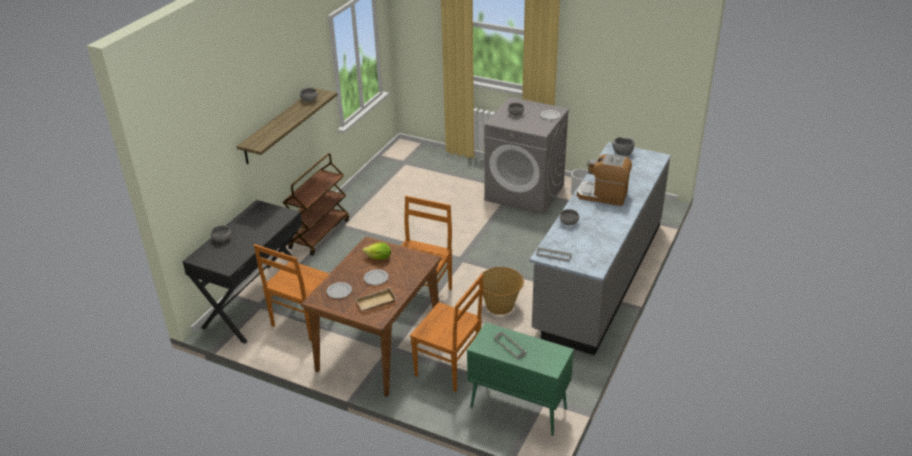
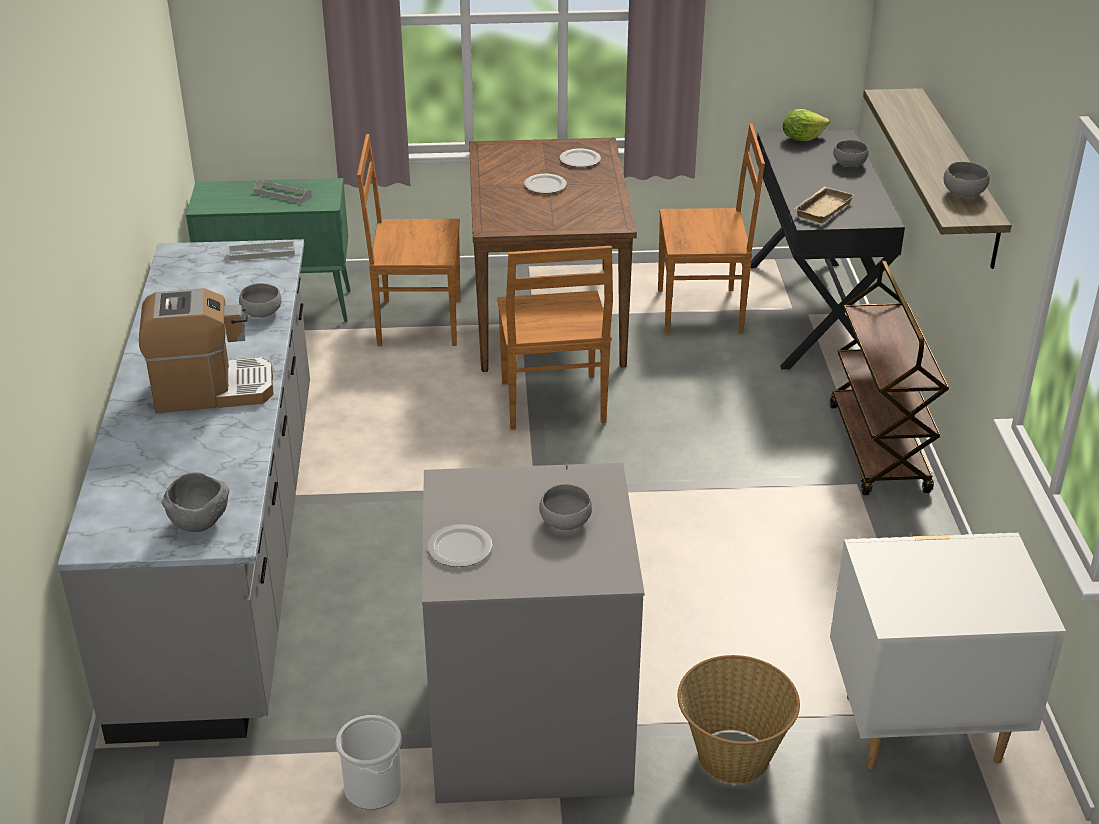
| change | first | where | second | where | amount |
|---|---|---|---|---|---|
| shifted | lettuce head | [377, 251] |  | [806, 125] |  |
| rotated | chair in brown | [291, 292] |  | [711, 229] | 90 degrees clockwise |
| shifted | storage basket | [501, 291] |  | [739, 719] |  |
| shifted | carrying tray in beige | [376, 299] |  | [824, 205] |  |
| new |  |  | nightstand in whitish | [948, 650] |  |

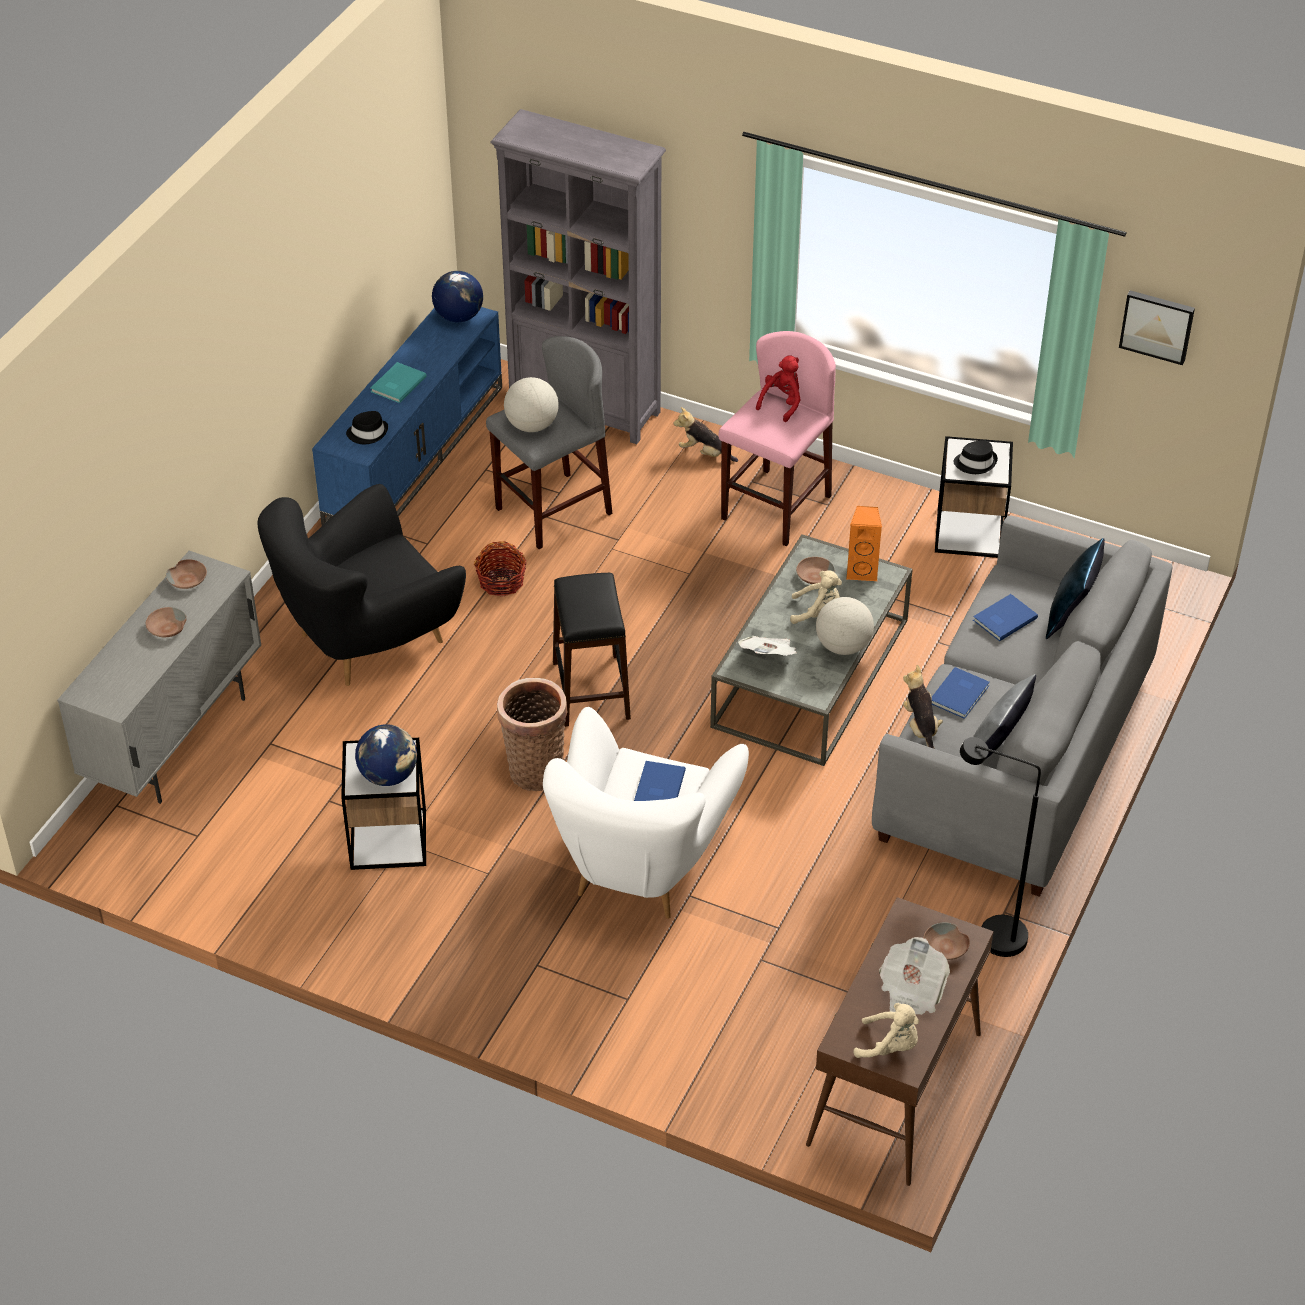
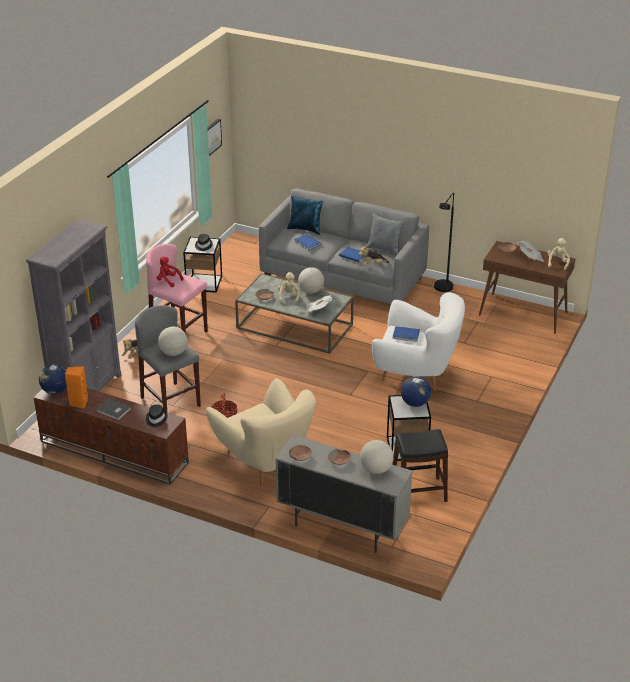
| change | first | where | second | where | amount |
|---|---|---|---|---|---|
| repainted | media console in bluish | [407, 416] | media console in brown | [111, 436] |  |
| repainted | bound book in blue-green | [399, 382] | bound book in greyish | [114, 409] |  |
| repainted | lounge chair in blackish | [362, 585] | lounge chair in beige | [261, 432] |  |
| shifted | speaker in orange-coloured | [864, 543] |  | [76, 387] |  |
| shifted | stool in blackish | [592, 650] |  | [420, 465] |  |
| gone | storage basket | [532, 734] |  |  |  |
| new |  |  | desk globe | [377, 457] |  |

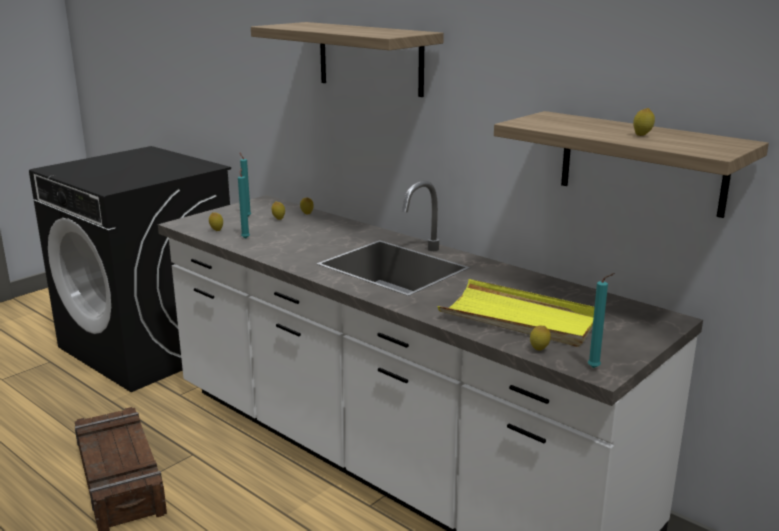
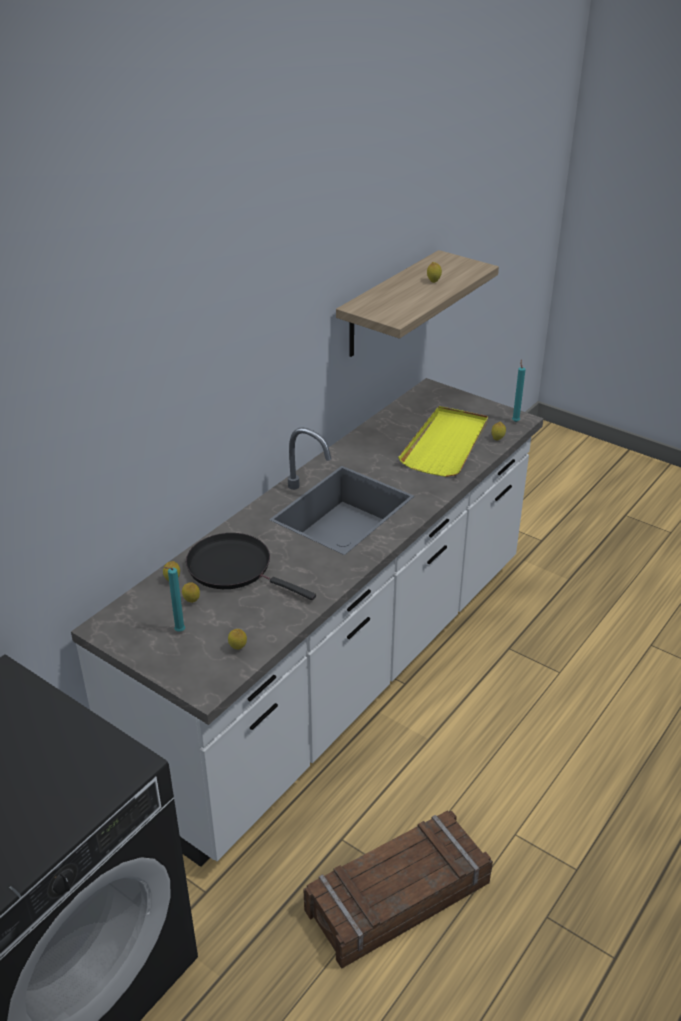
| change | first | where | second | where | amount |
|---|---|---|---|---|---|
| gone | bracket shelf | [347, 59] |  |  |  |
| gone | wax candle in blue-green | [244, 203] |  |  |  |
| new |  |  | skillet in blackish | [251, 566] |  |

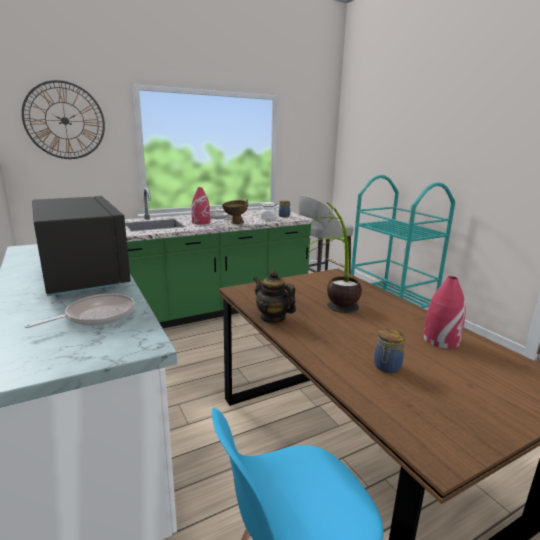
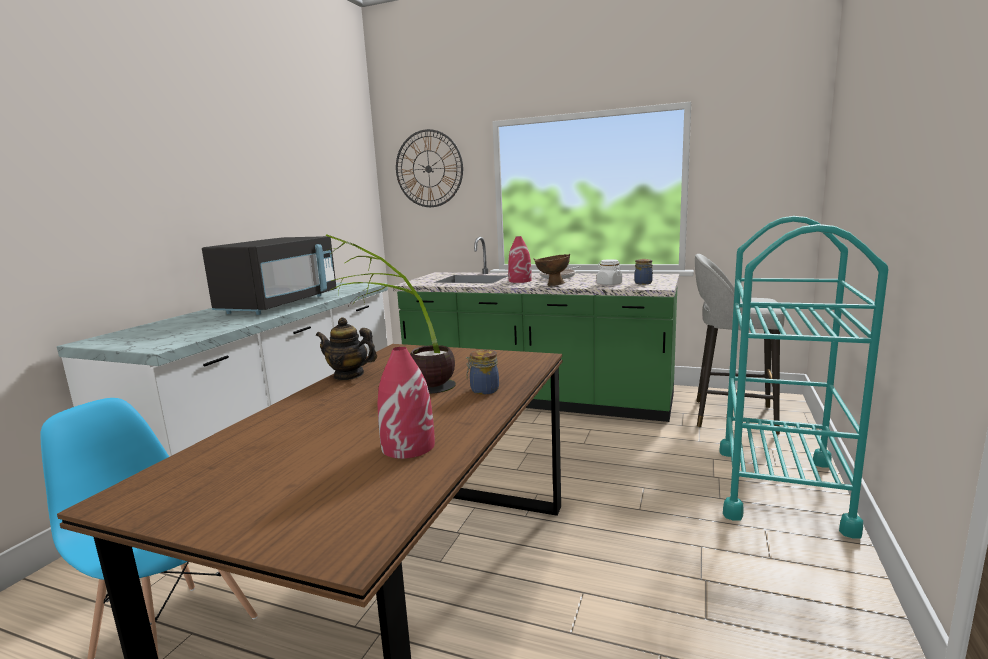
| change | first | where | second | where | amount |
|---|---|---|---|---|---|
| rotated | tea pot | [274, 297] |  | [346, 348] | 75 degrees counterclockwise |
| gone | skillet | [80, 311] |  |  |  |
| shifted | storage jar | [389, 350] |  | [482, 372] |  |

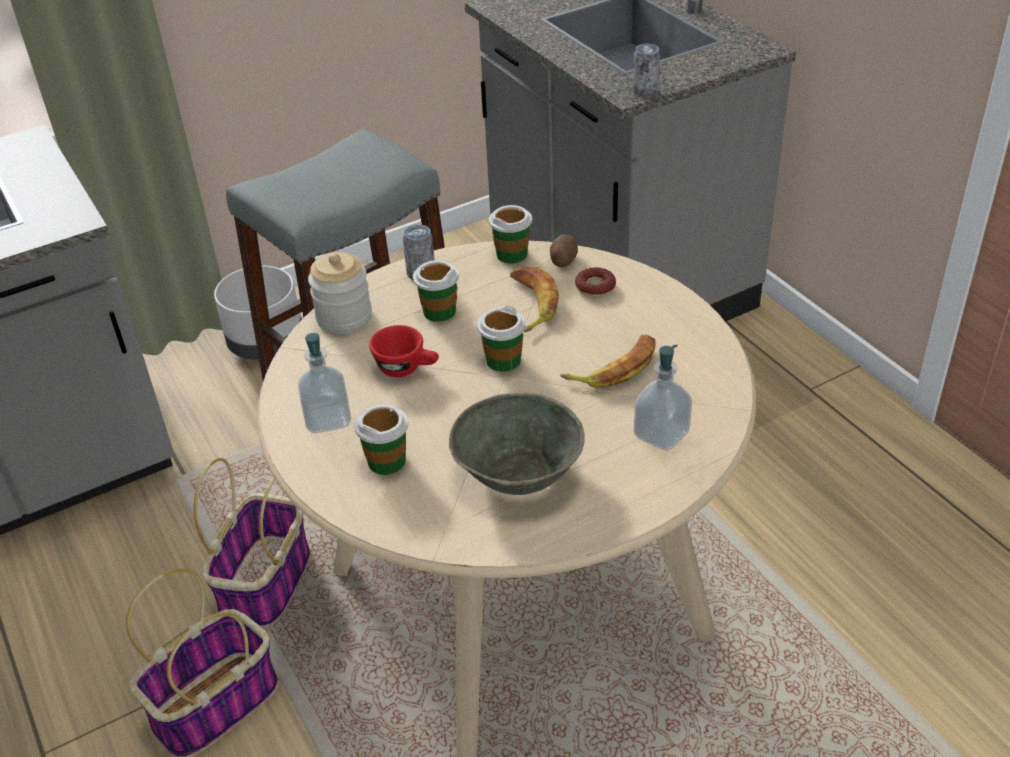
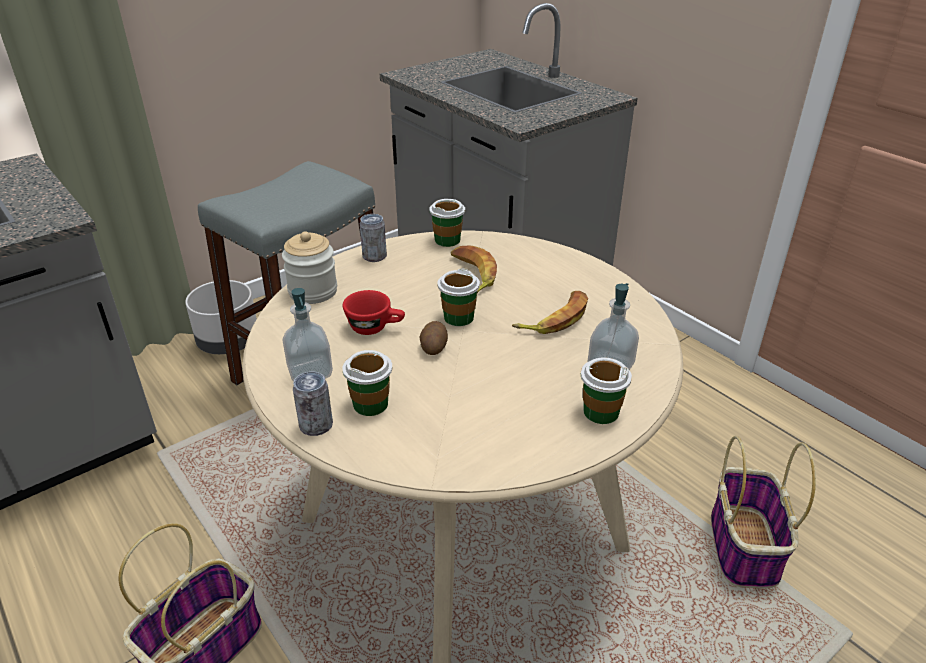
| change | first | where | second | where | amount |
|---|---|---|---|---|---|
| shifted | metal can | [646, 70] |  | [313, 404] |  |
| shifted | spud | [564, 250] |  | [433, 338] |  |
| shifted | drinking cup | [436, 291] |  | [606, 390] |  |
| gone | donut | [595, 282] |  |  |  |
| gone | bowl in greyish | [517, 444] |  |  |  |
| shifted | storage basket | [251, 543] |  | [763, 512] |  |

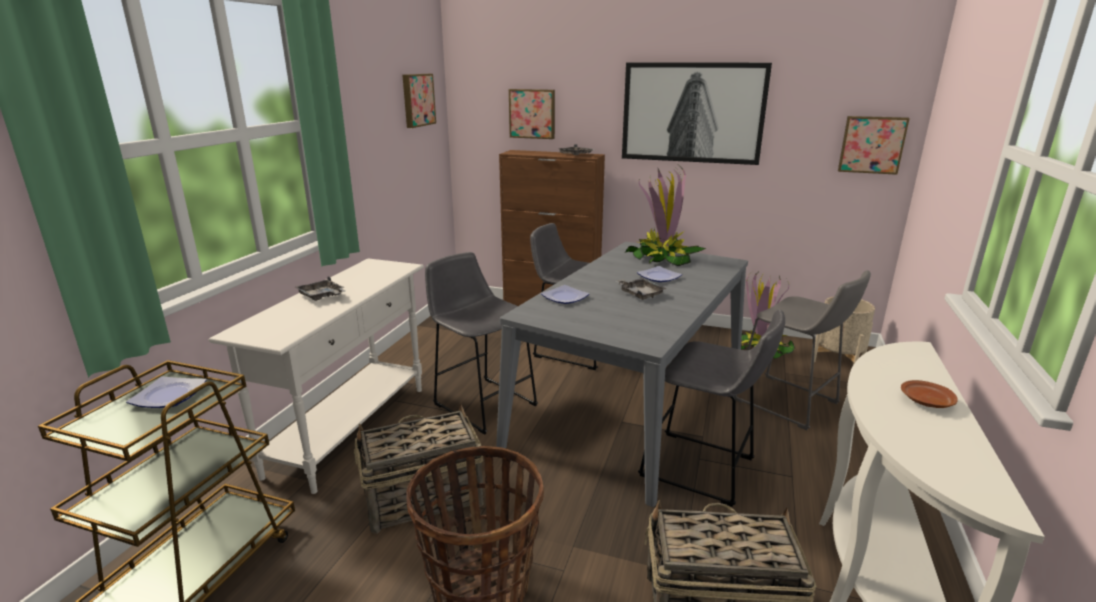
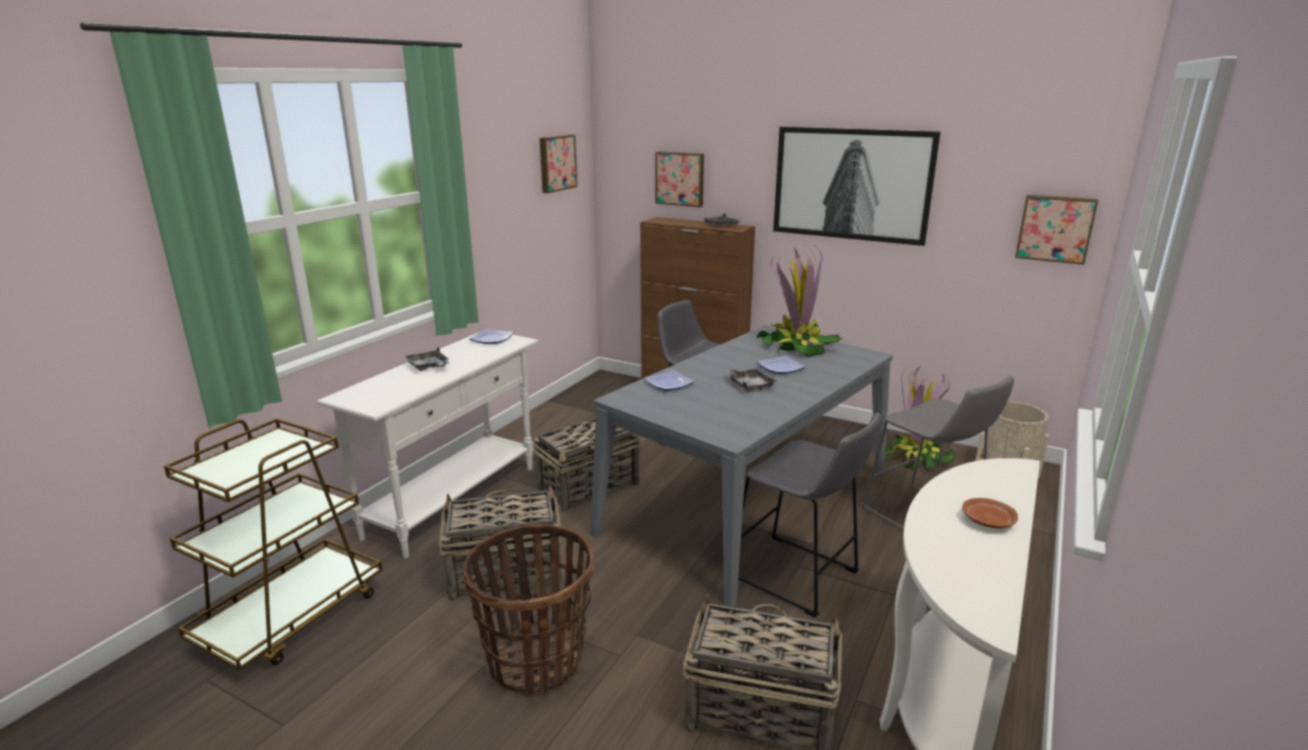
| change | first | where | second | where | amount |
|---|---|---|---|---|---|
| swapped | stool in greyish | [481, 343] | storage basket | [587, 465] |  |
| shifted | plate | [166, 392] |  | [491, 336] |  |

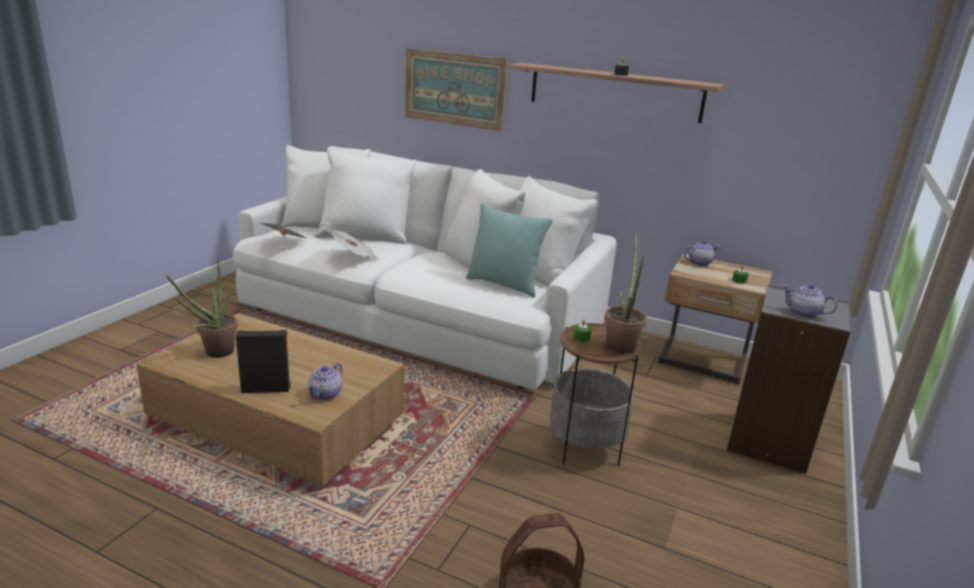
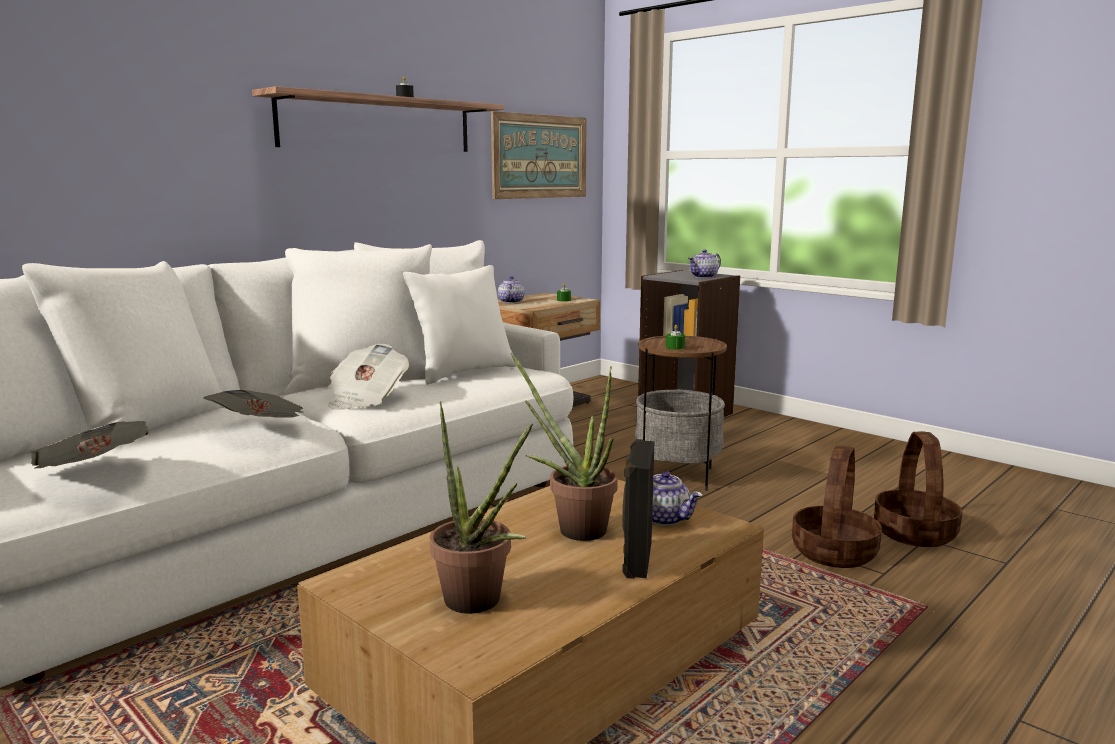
| change | first | where | second | where | amount |
|---|---|---|---|---|---|
| shifted | wall picture | [456, 89] |  | [539, 155] |  |
| repainted | cushion in blue-green | [509, 250] | cushion in whitish | [460, 325] |  |
| shifted | potted plant | [625, 292] |  | [564, 447] |  |
| new |  |  | daily paper | [368, 377] |  |
| new |  |  | storage basket | [837, 506] |  |

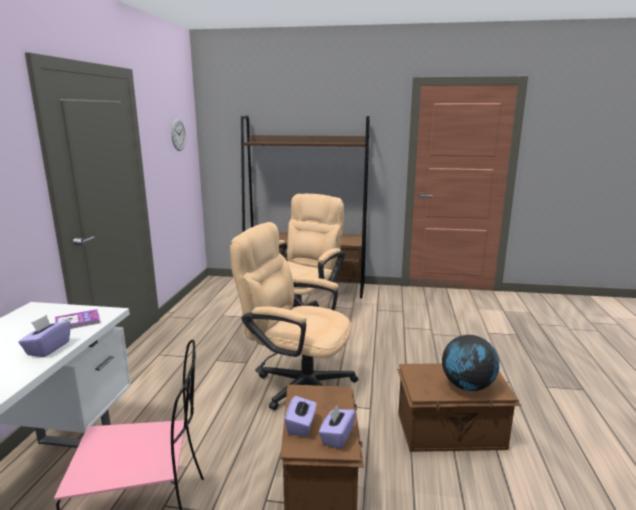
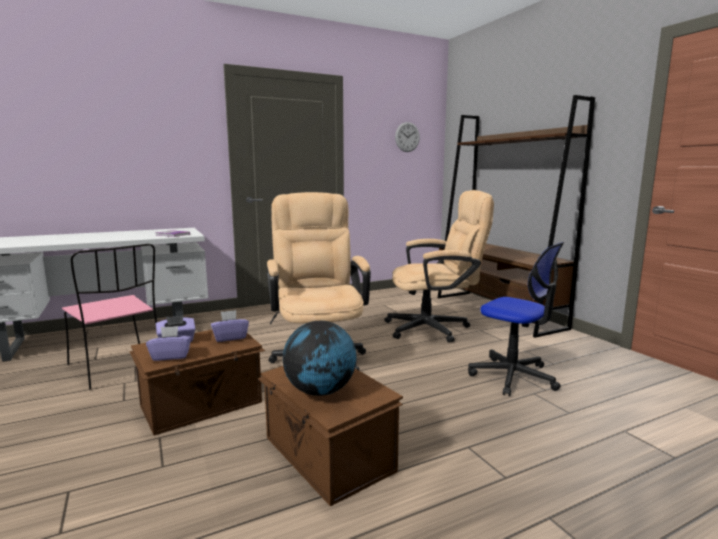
| change | first | where | second | where | amount |
|---|---|---|---|---|---|
| shifted | tissue holder in purplish | [44, 336] |  | [230, 326] |  |
| new |  |  | office chair | [516, 319] |  |

